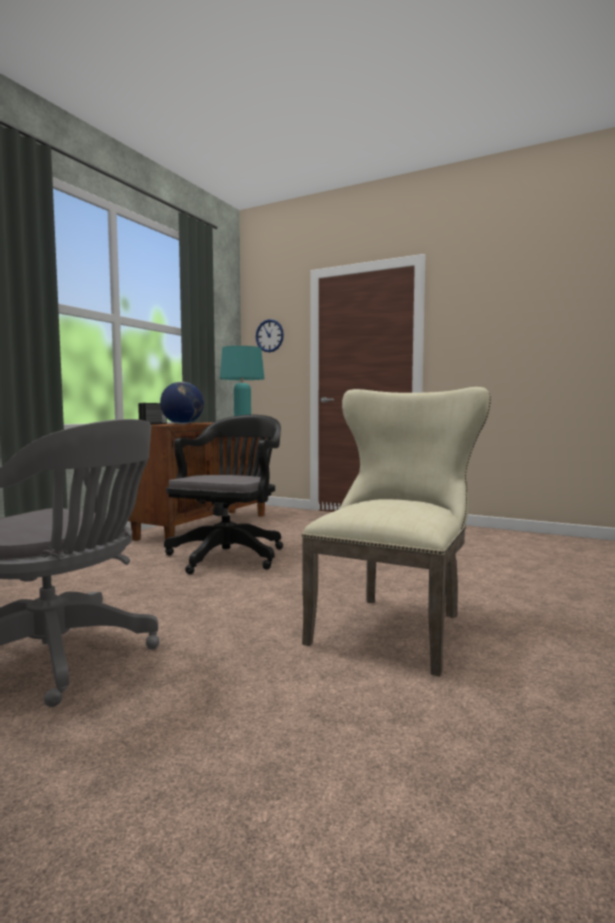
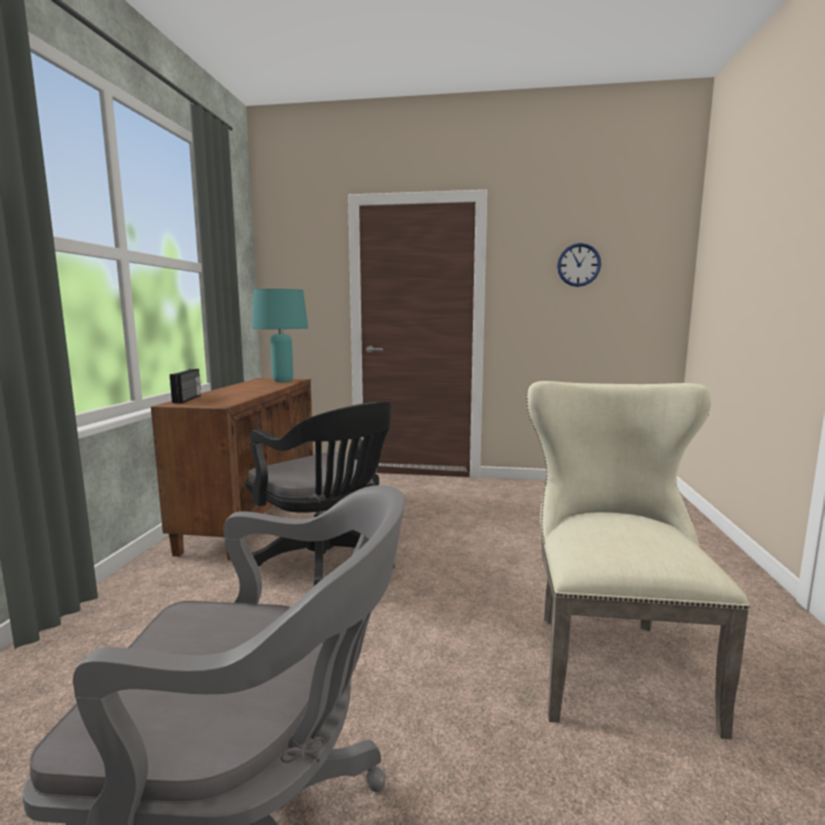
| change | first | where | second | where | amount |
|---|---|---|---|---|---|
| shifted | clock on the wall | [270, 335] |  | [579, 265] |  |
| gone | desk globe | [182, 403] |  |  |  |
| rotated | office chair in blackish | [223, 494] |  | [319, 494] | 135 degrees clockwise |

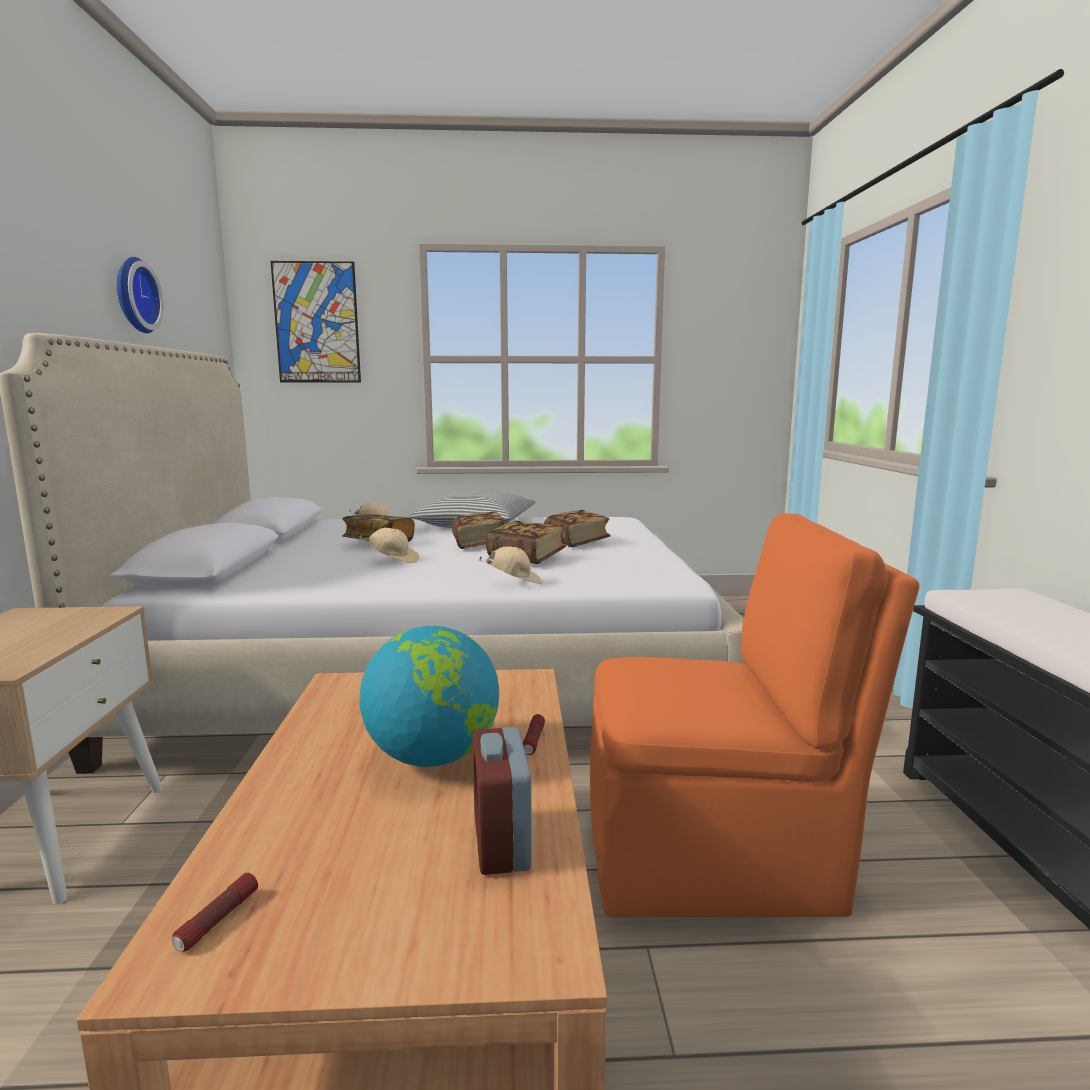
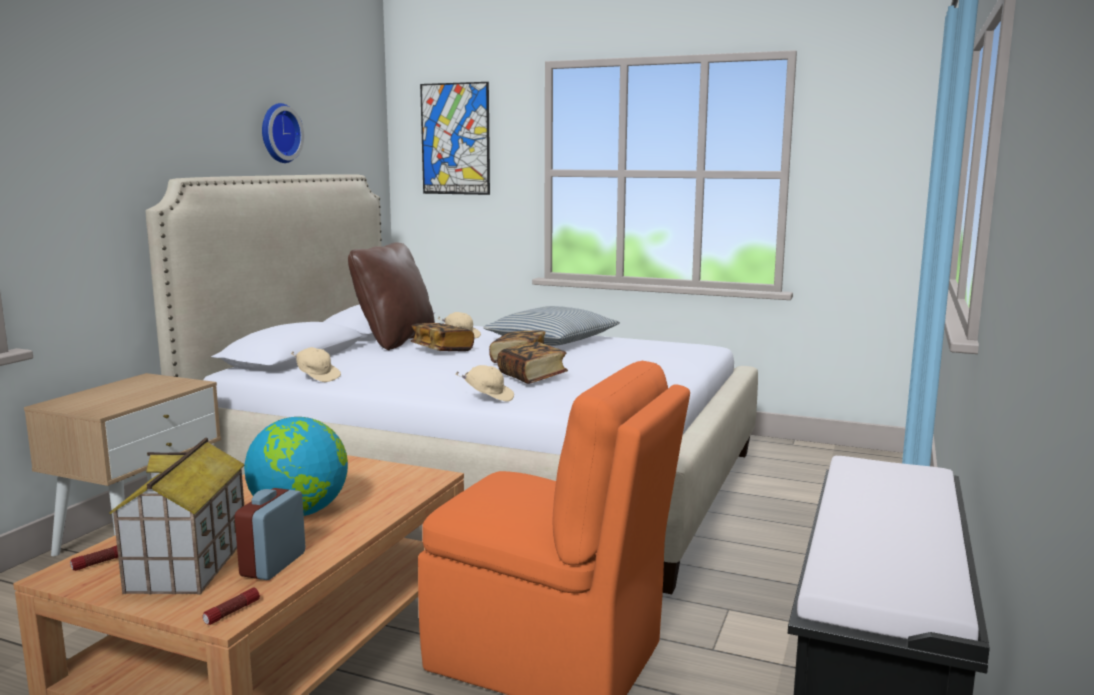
| change | first | where | second | where | amount |
|---|---|---|---|---|---|
| gone | bound book | [577, 528] |  |  |  |
| shifted | peaked cap in beige | [389, 545] |  | [316, 364] |  |
| shifted | torch | [534, 734] |  | [231, 606] |  |
| new |  |  | cushion in brown | [391, 296] |  |
| new |  |  | miniature house | [177, 516] |  |

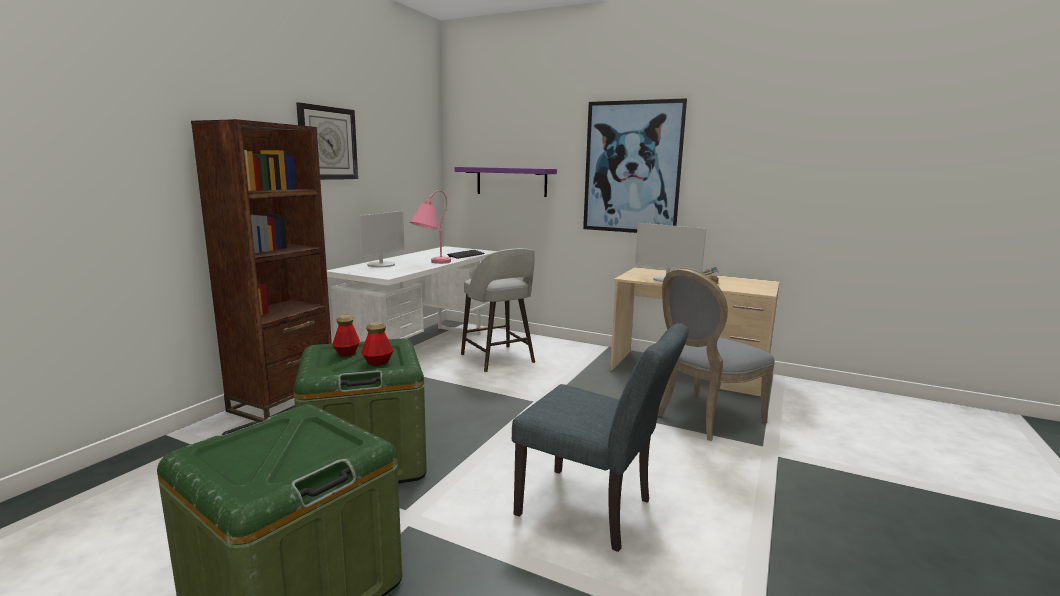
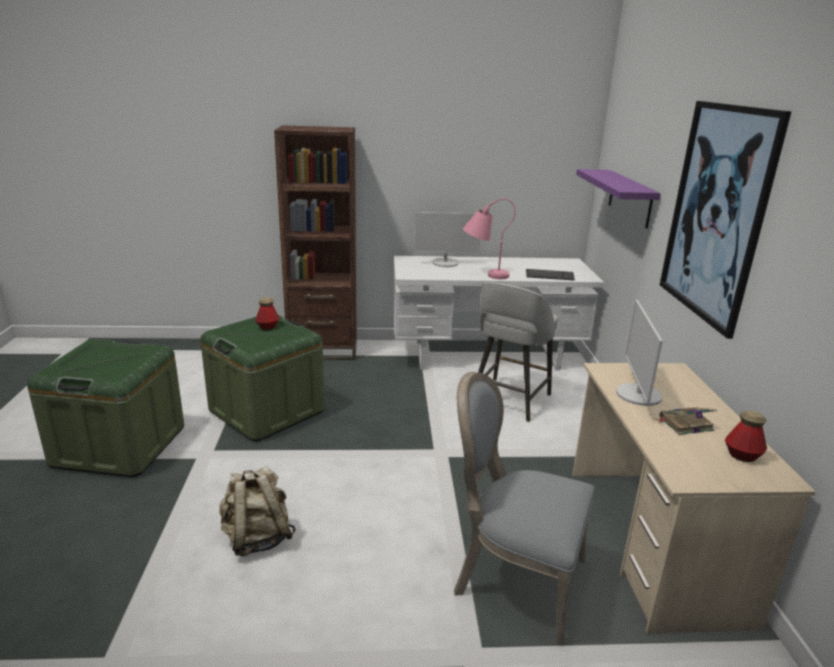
| change | first | where | second | where | amount |
|---|---|---|---|---|---|
| gone | clock on the wall | [327, 141] |  |  |  |
| shifted | drink bottle | [377, 344] |  | [746, 436] |  |
| swapped | chair in greyish | [600, 437] | rucksack in beige | [257, 511] |  |

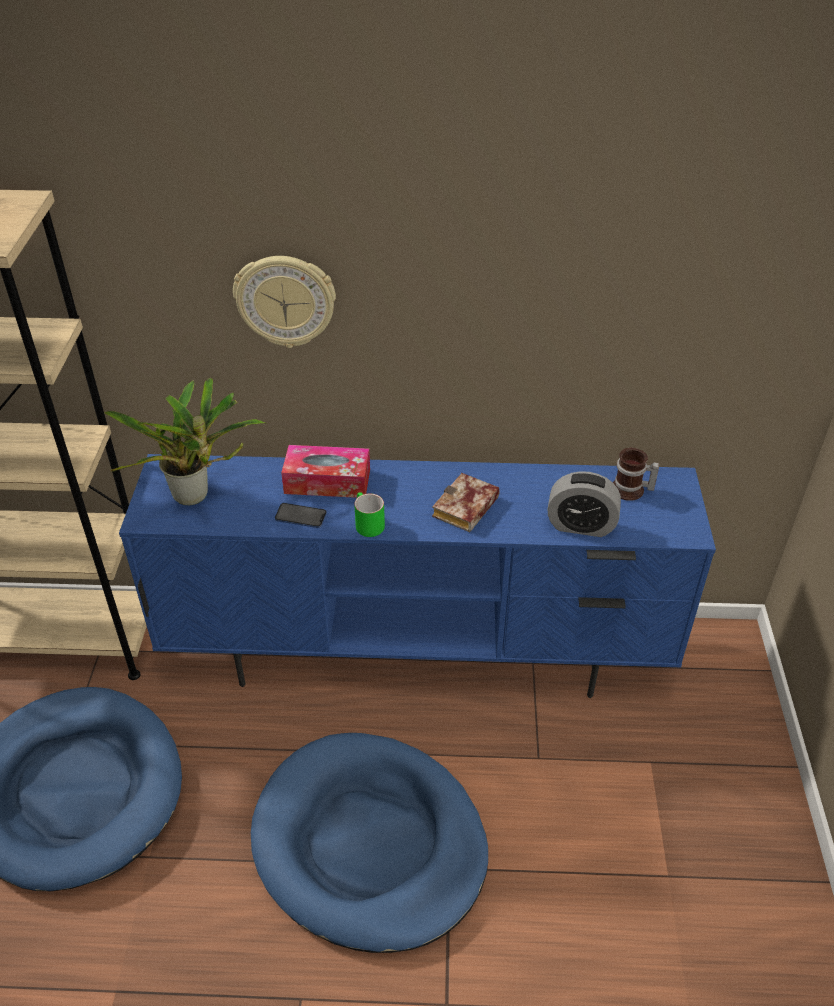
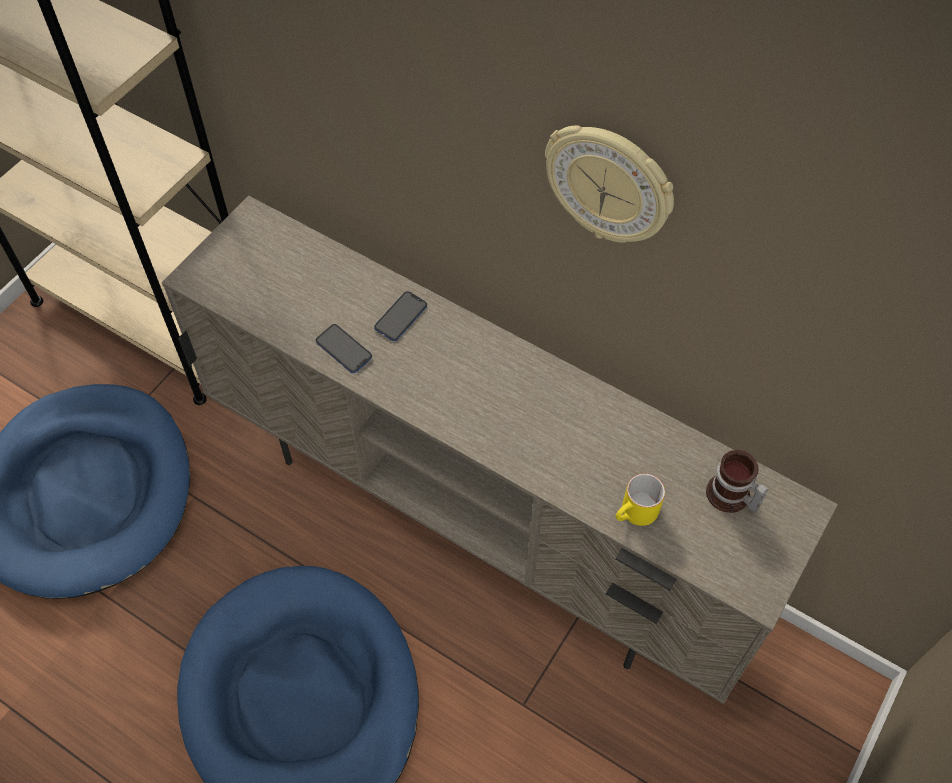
| change | first | where | second | where | amount |
|---|---|---|---|---|---|
| shifted | clock on the wall | [284, 302] |  | [609, 184] |  |
| gone | potted plant | [185, 441] |  |  |  |
| swapped | tissue holder | [325, 471] | handset | [400, 316] |  |
| repainted | media console in bluish | [417, 576] | media console in beige | [500, 450] |  |
| swapped | bedside clock | [584, 504] | coffee mug in yellow | [640, 499] |  |
| gone | bound book | [466, 502] |  |  |  |
| gone | coffee mug in green | [369, 514] |  |  |  |

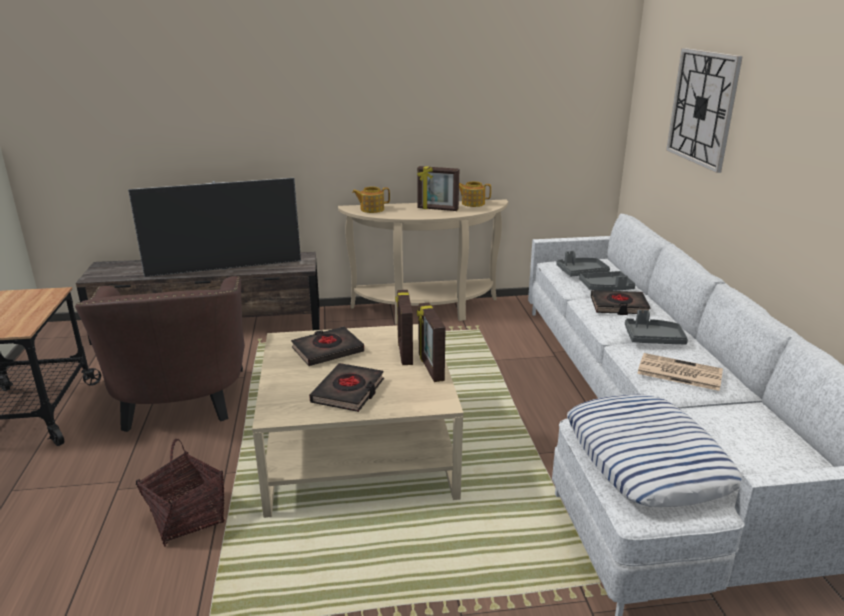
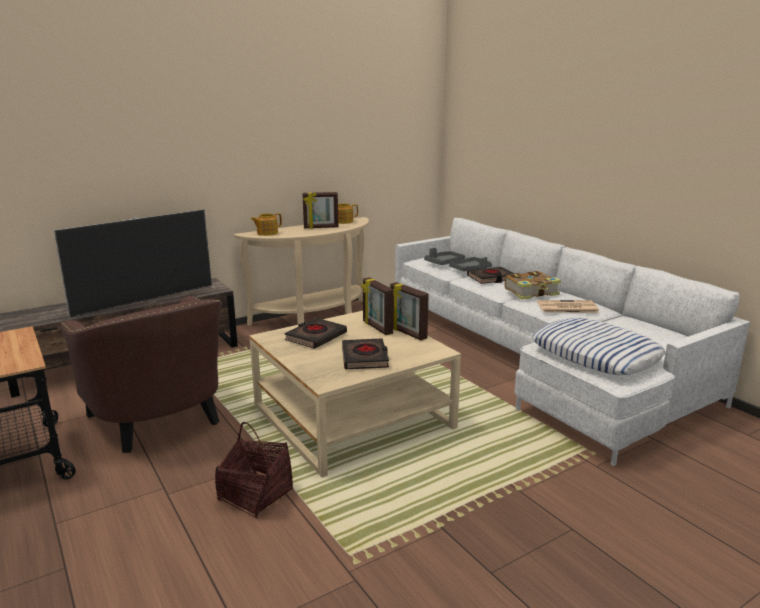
| change | first | where | second | where | amount |
|---|---|---|---|---|---|
| gone | clock on the wall | [704, 110] |  |  |  |
| swapped | carrying tray in greyish | [656, 327] | bound book | [533, 285] |  |

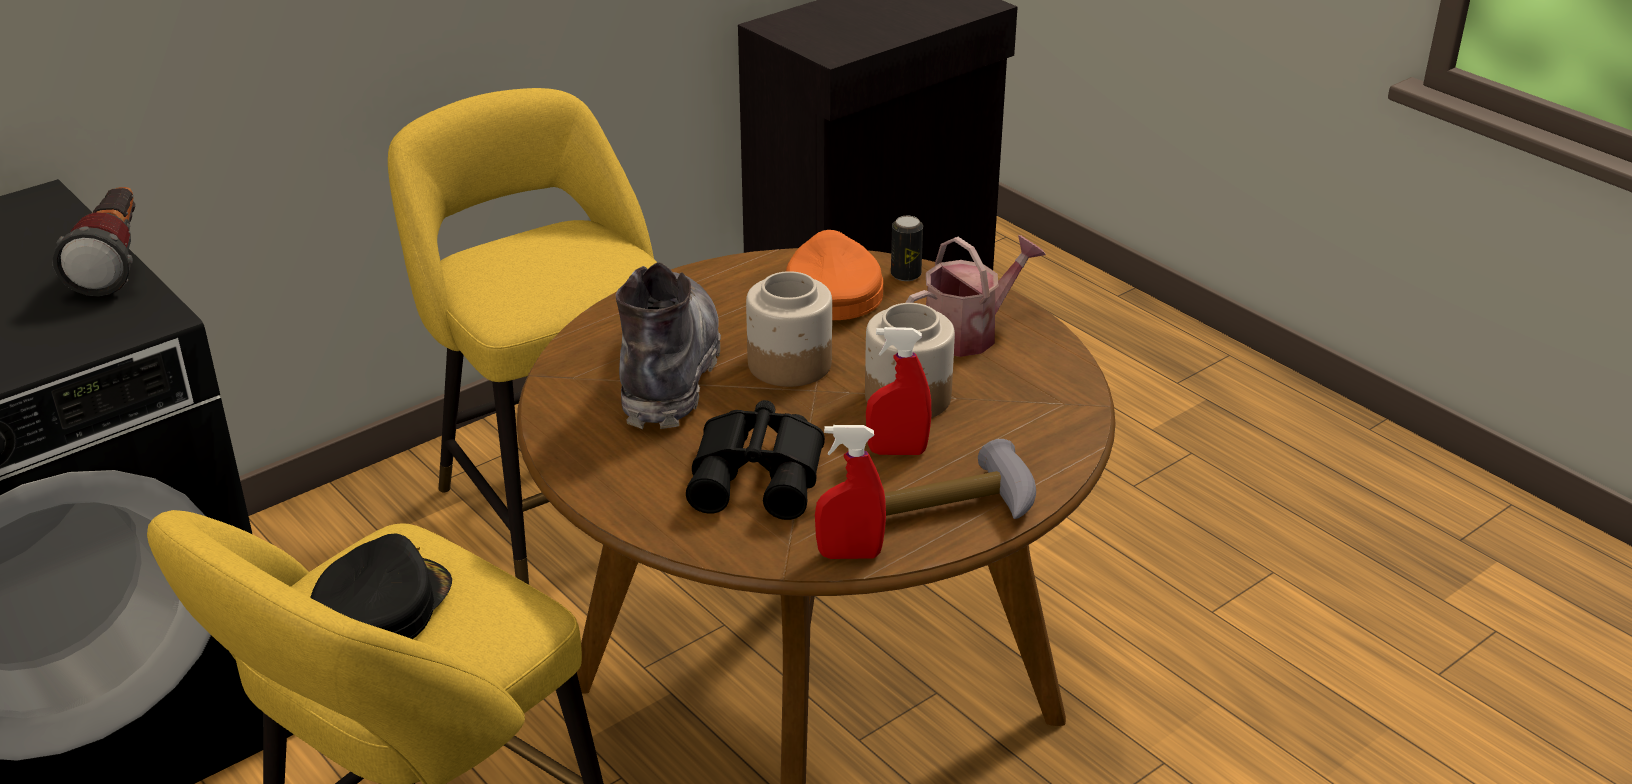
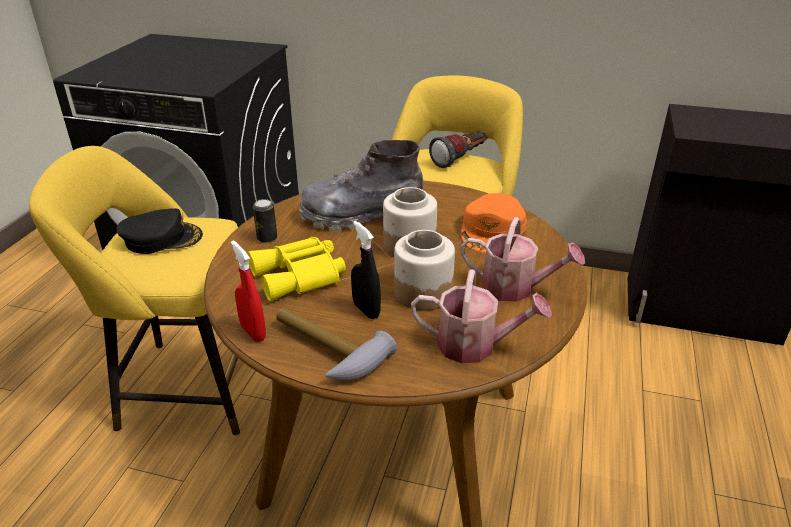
| change | first | where | second | where | amount |
|---|---|---|---|---|---|
| shifted | torch | [94, 242] |  | [458, 149] |  |
| shifted | metal can | [907, 248] |  | [265, 221] |  |
| rotated | peaked cap in orange-coloured | [834, 275] |  | [494, 223] | 150 degrees clockwise |
| rotated | tall boot in greyish | [668, 346] |  | [361, 185] | 150 degrees counterclockwise |
| repainted | hand sprayer in red-coloured | [898, 391] | hand sprayer in blackish | [366, 270] |  |
| repainted | pair of binoculars in blackish | [755, 460] | pair of binoculars in yellow | [296, 269] |  |
| new |  |  | watering pot | [481, 316] |  |

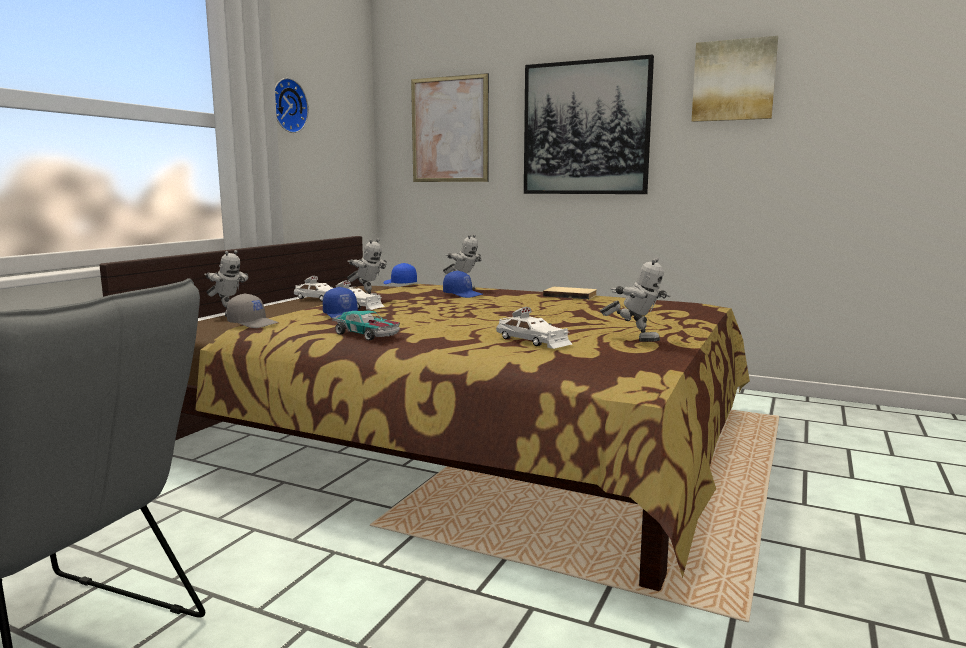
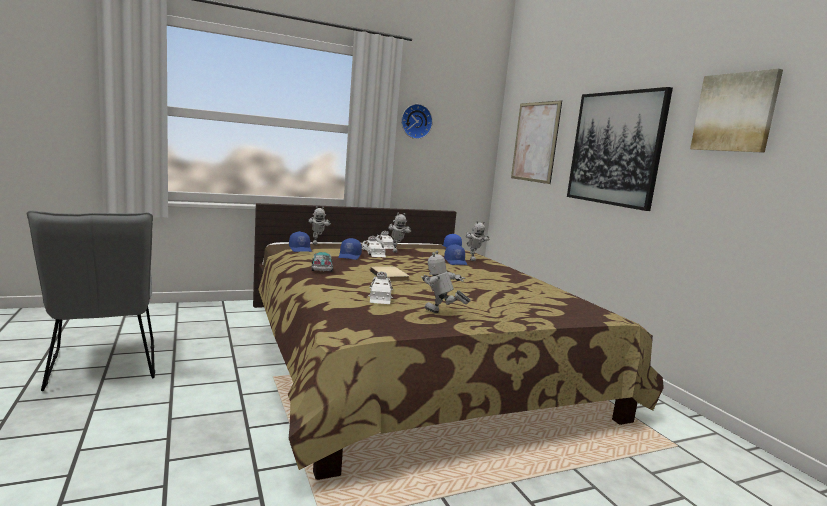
| change | first | where | second | where | amount |
|---|---|---|---|---|---|
| rotated | toy robot | [635, 299] |  | [446, 282] | 135 degrees clockwise |
| shifted | bound book in beige | [570, 293] |  | [389, 274] |  |
| repainted | peaked cap in greyish | [253, 310] | peaked cap in bluish | [300, 241] |  |

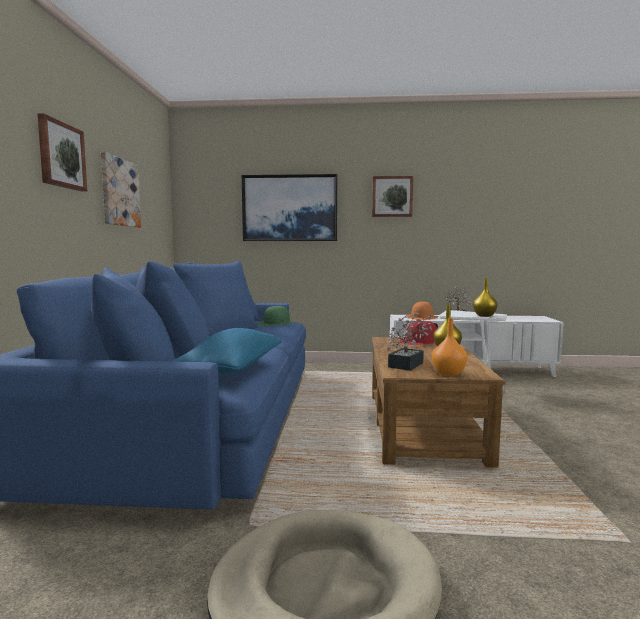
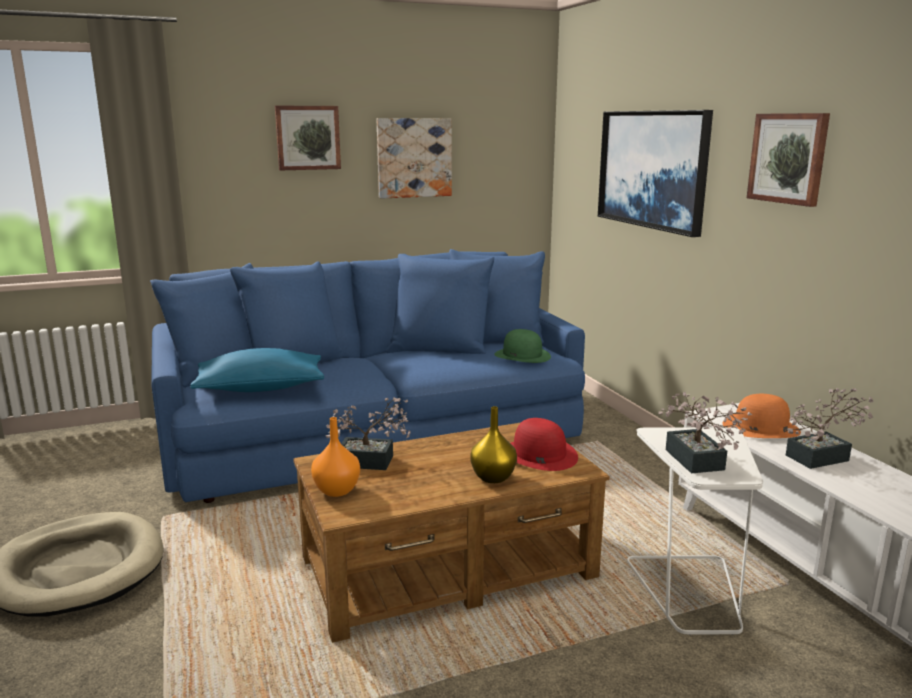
| change | first | where | second | where | amount |
|---|---|---|---|---|---|
| swapped | vase in yellow | [485, 297] | potted plant | [705, 432] |  |

